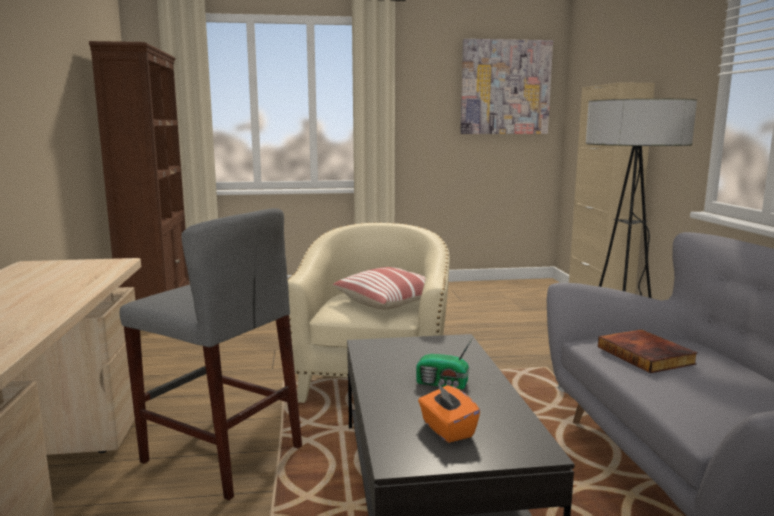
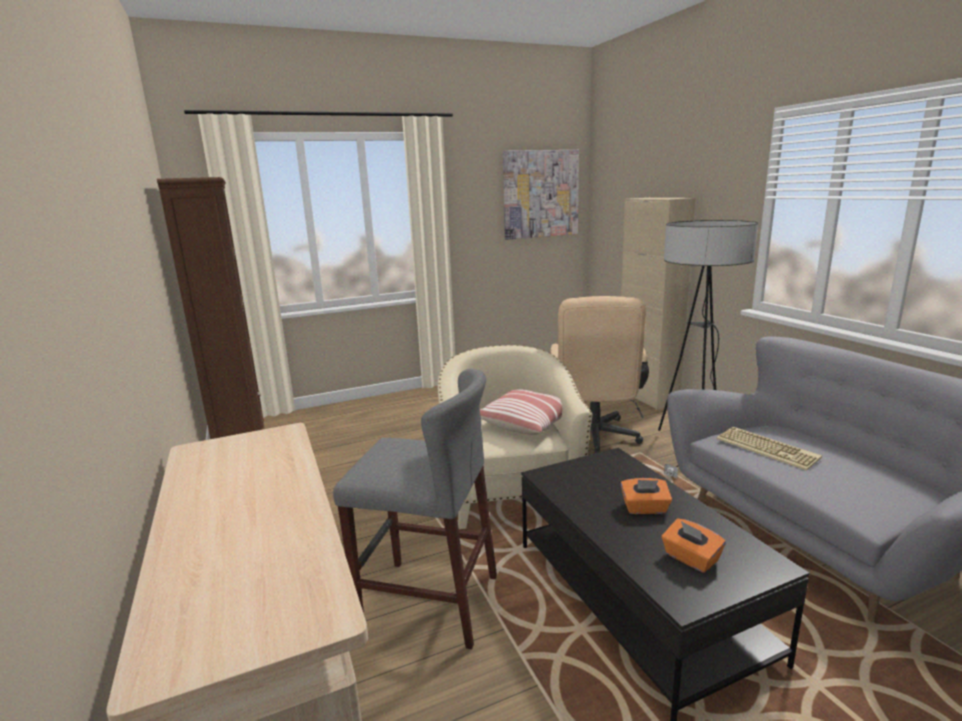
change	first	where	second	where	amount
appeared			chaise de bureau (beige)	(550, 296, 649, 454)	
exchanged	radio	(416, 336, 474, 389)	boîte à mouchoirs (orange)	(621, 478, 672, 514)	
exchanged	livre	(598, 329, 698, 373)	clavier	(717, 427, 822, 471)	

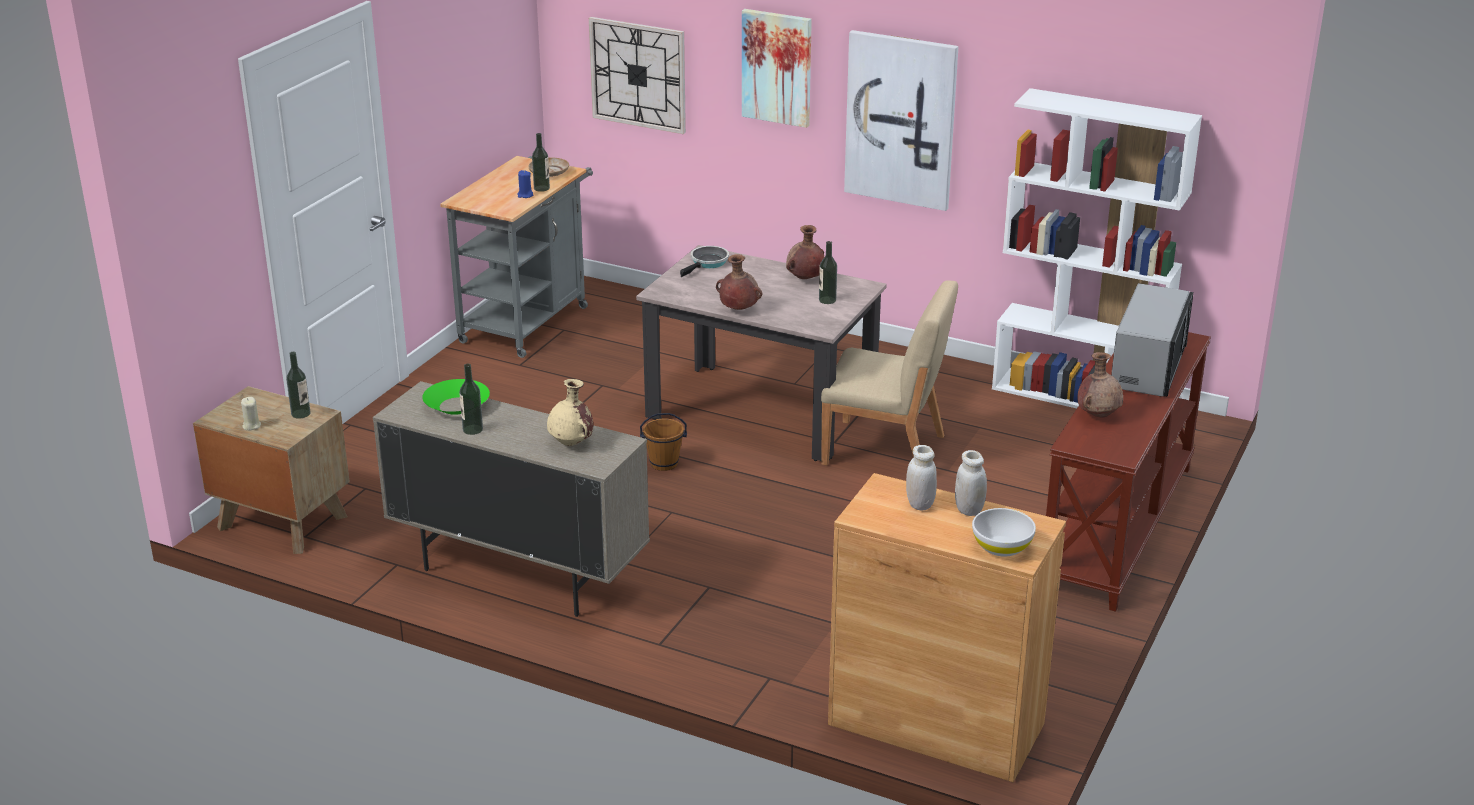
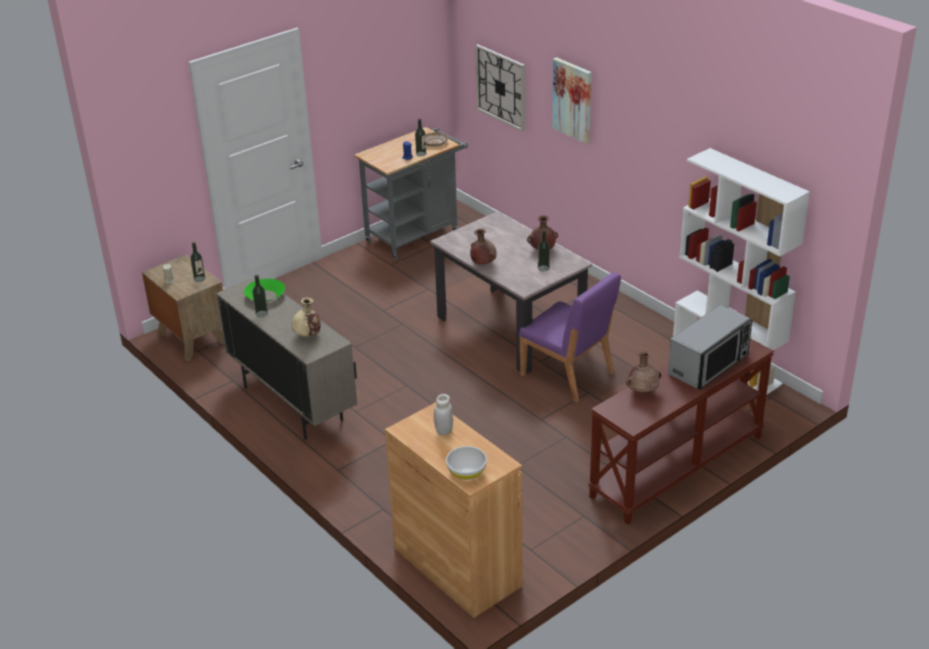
change	first	where	second	where	amount
missing	seau (marron)	(640, 413, 687, 471)			
missing	poêle	(680, 246, 729, 277)			
missing	tableau	(844, 30, 958, 211)			
missing	bocal (blanc)	(955, 450, 987, 516)			
colour	chaise (beige)	(821, 280, 958, 465)	chaise (violet)	(519, 272, 621, 402)	

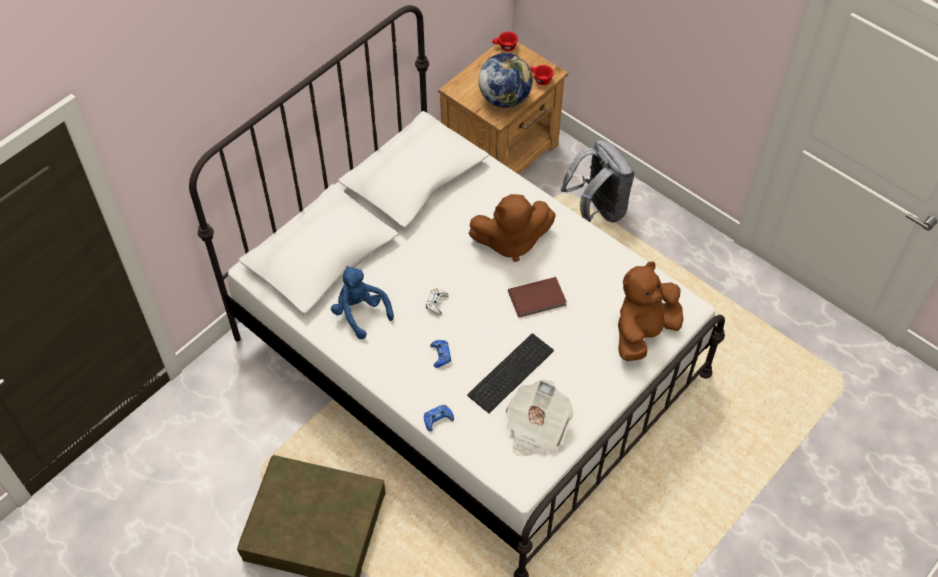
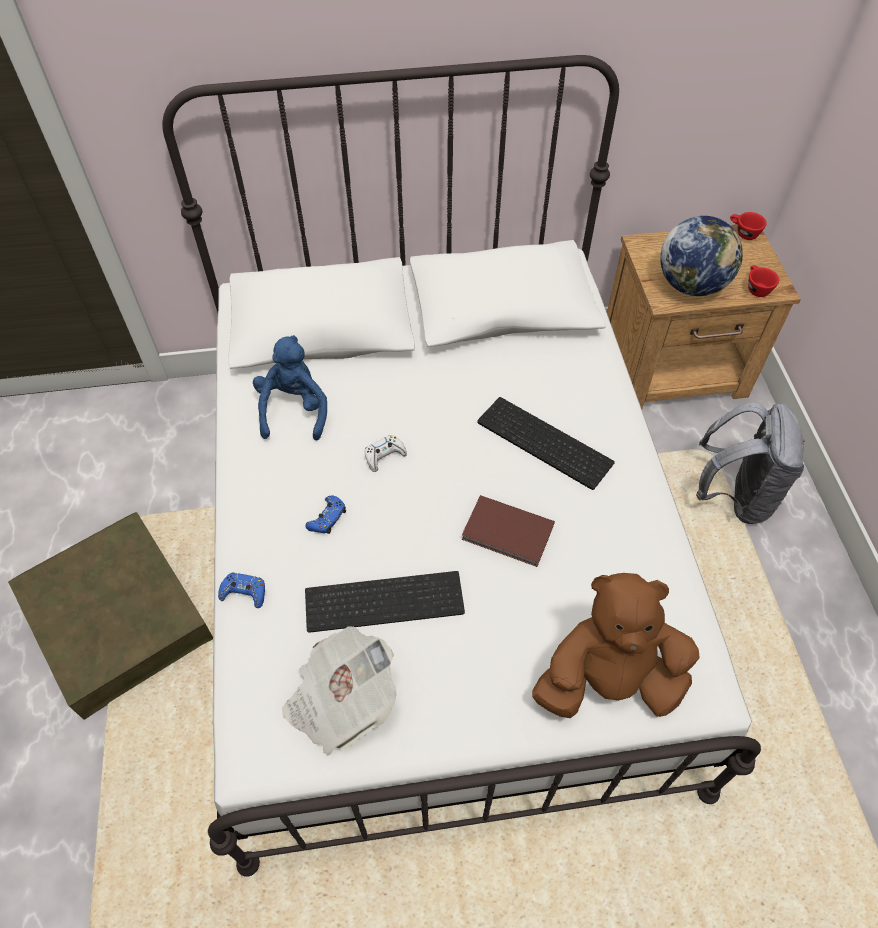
change	first	where	second	where	amount
exchanged	peluche (marron)	(469, 194, 556, 262)	clavier	(477, 397, 615, 490)	

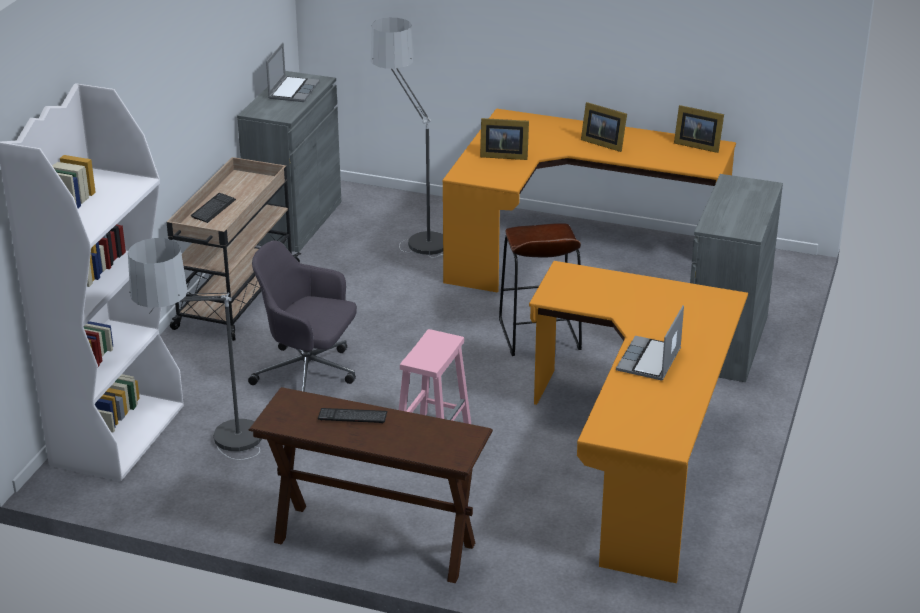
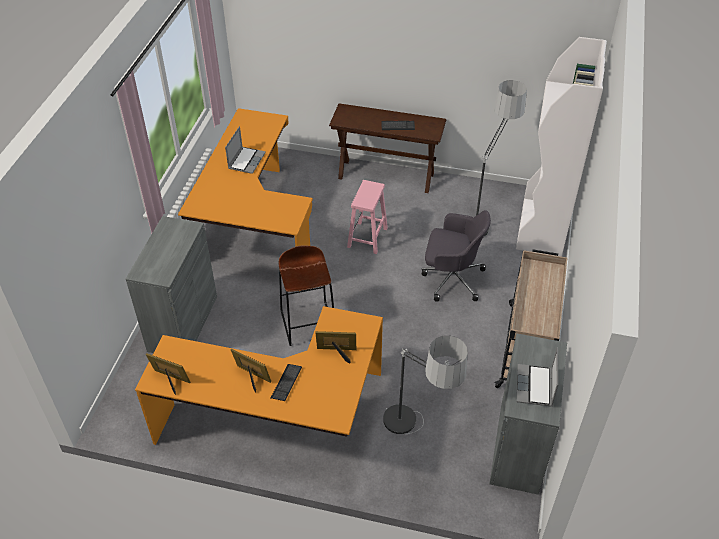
change	first	where	second	where	amount
relocated	clavier	(191, 193, 236, 223)		(271, 364, 302, 401)	

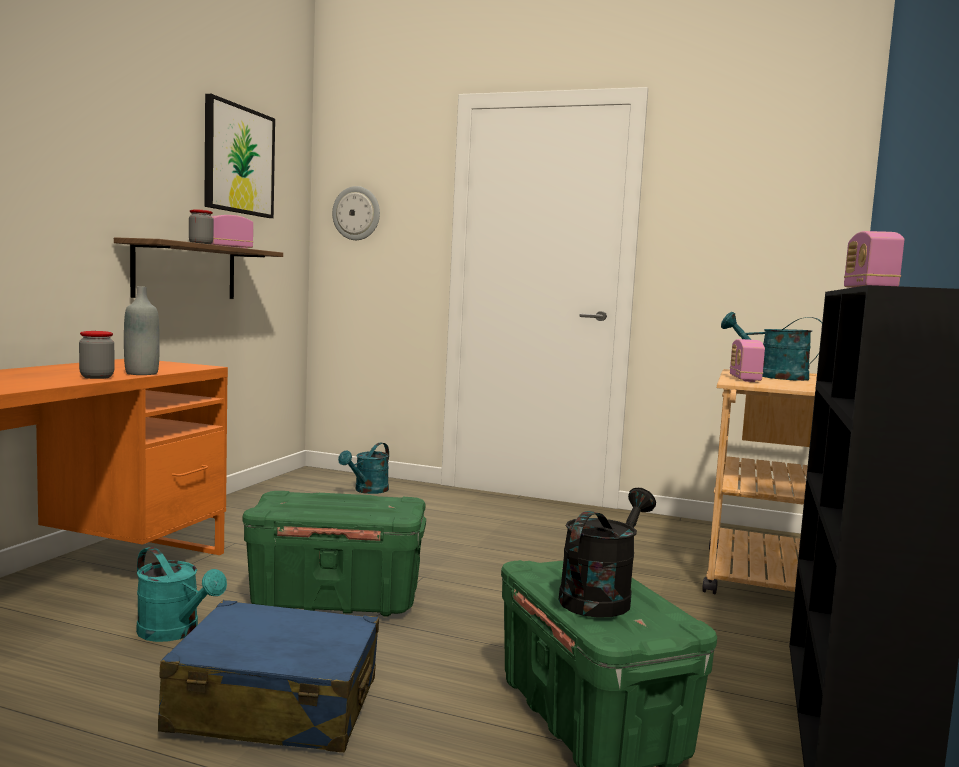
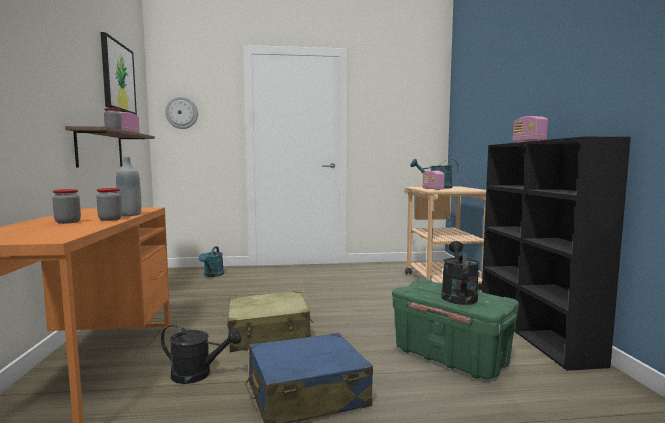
change	first	where	second	where	amount
appeared			bocal	(52, 189, 81, 224)	
exchanged	boîte de rangement (vert)	(243, 491, 426, 617)	valise (beige)	(227, 290, 313, 352)	
colour	arrosoir (turquoise)	(136, 547, 227, 642)	arrosoir (noir)	(161, 325, 241, 384)	

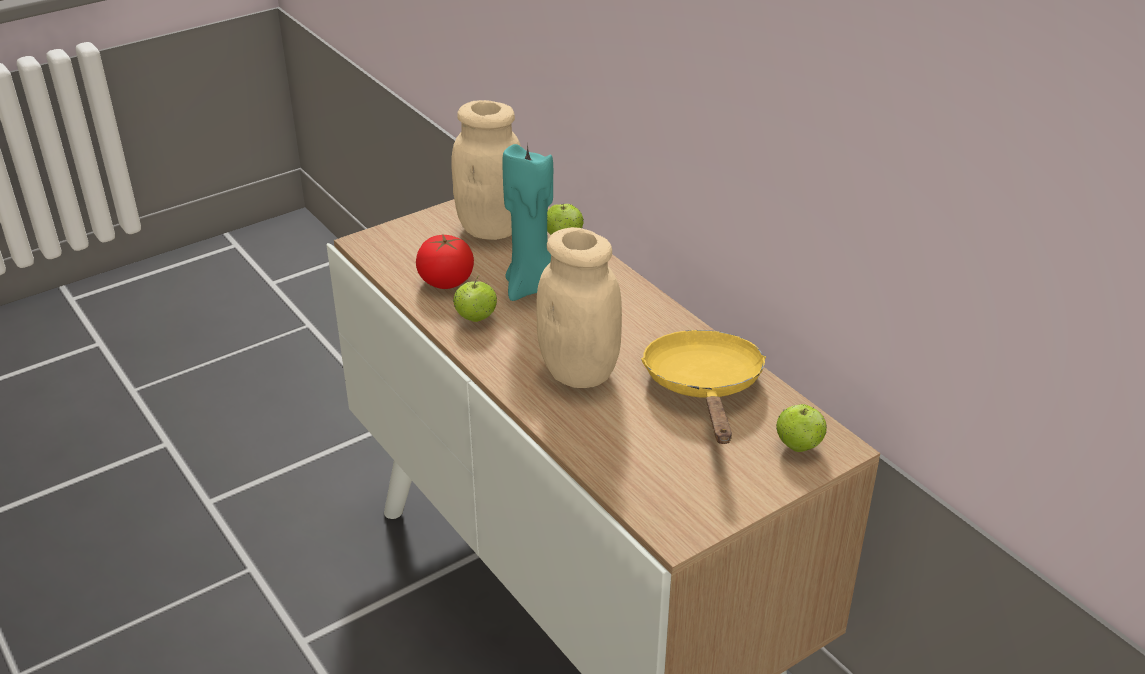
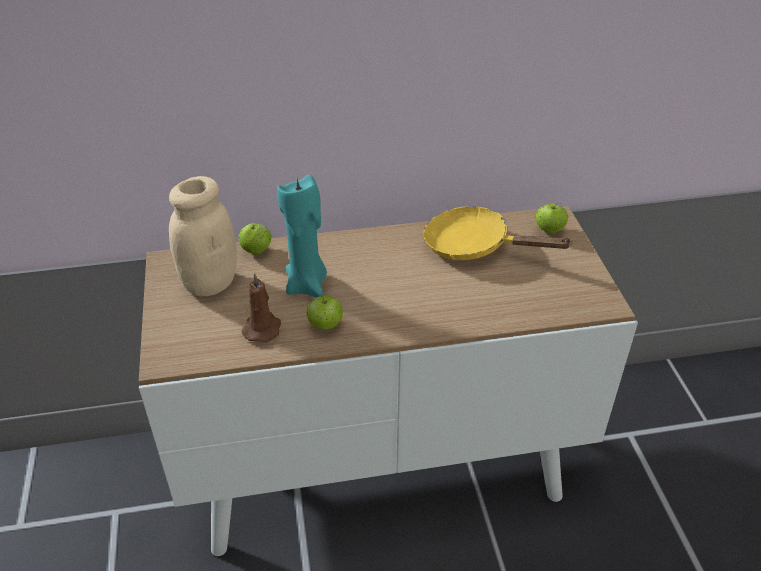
change	first	where	second	where	amount
missing	bocal (beige)	(537, 227, 622, 388)			
exchanged	tomate	(416, 235, 474, 289)	bougie (marron)	(242, 273, 281, 342)	

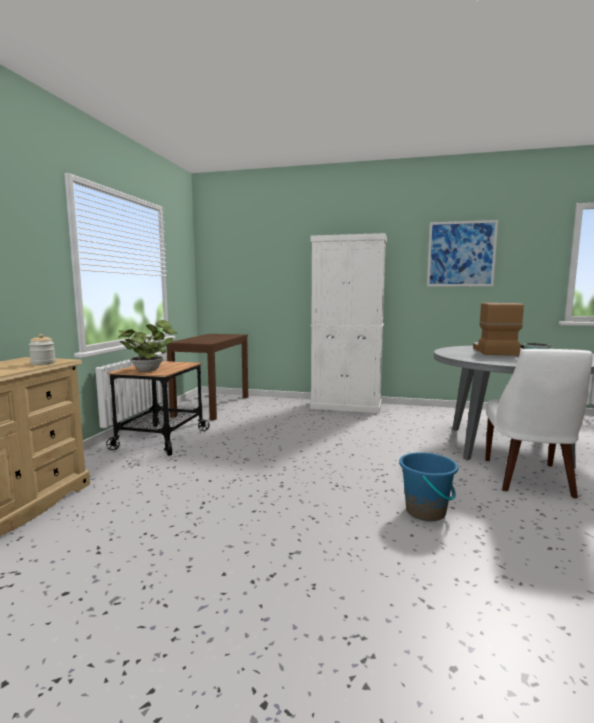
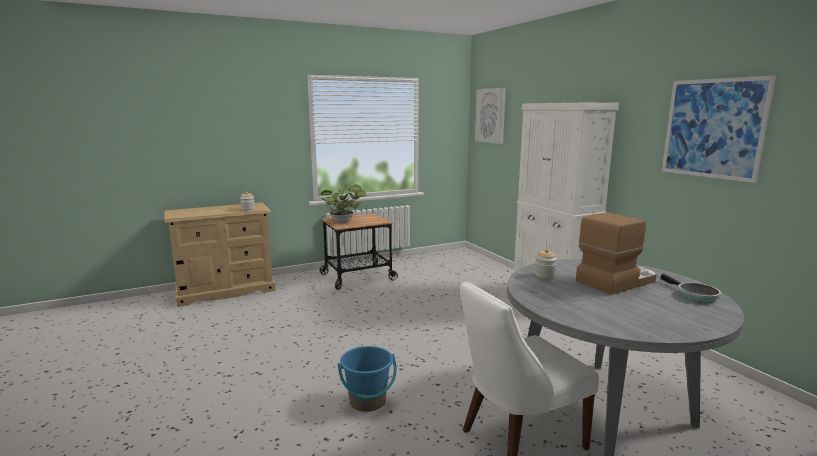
change	first	where	second	where	amount
missing	table console (marron)	(167, 334, 248, 421)			
appeared			tableau	(475, 88, 506, 144)	
appeared			bocal	(534, 249, 557, 279)	

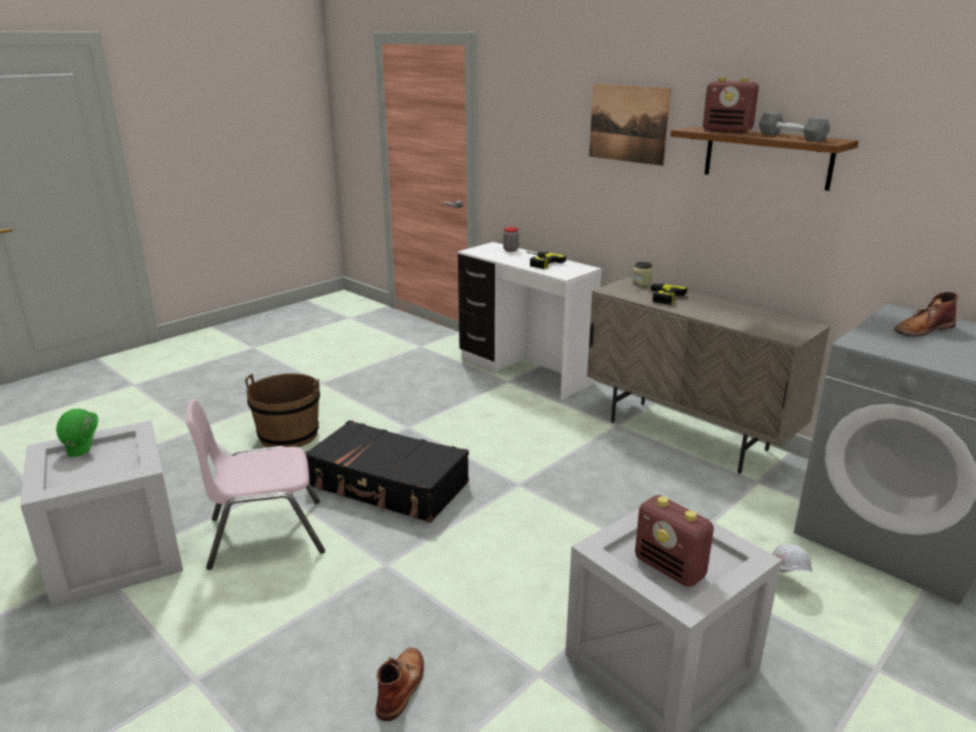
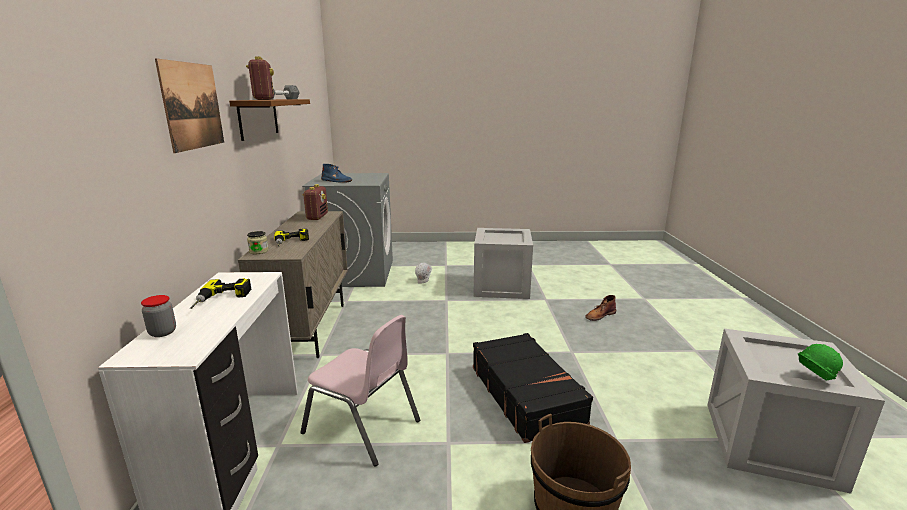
change	first	where	second	where	amount
relocated	chaise (rose)	(186, 399, 325, 570)		(300, 315, 420, 466)	
relocated	radio	(635, 495, 714, 587)		(303, 184, 328, 220)	
colour	botte (marron)	(894, 292, 959, 337)	botte (bleu)	(321, 164, 352, 183)	

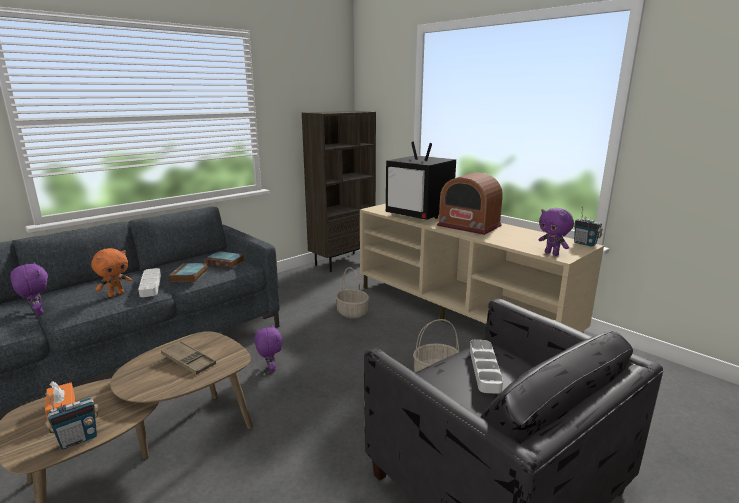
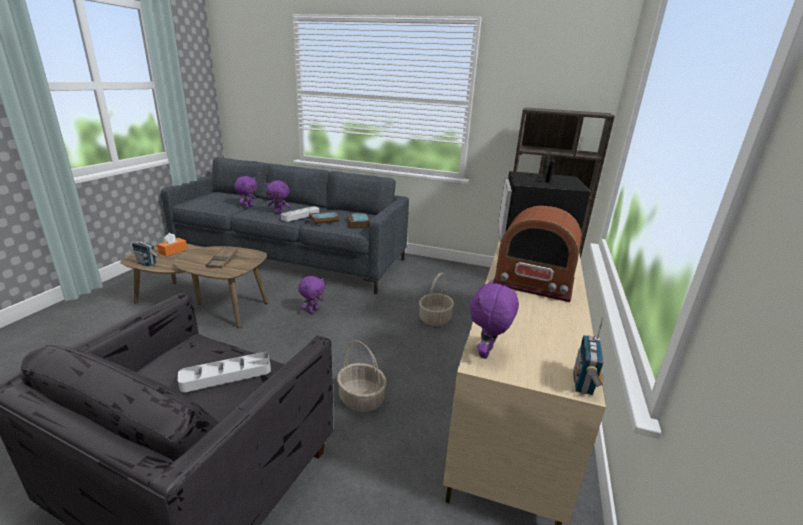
change	first	where	second	where	amount
colour	peluche (orange)	(91, 248, 132, 297)	peluche (violet)	(266, 180, 290, 213)	
spun	radio	(437, 173, 503, 235)		(492, 206, 581, 302)	75 degrees counterclockwise

